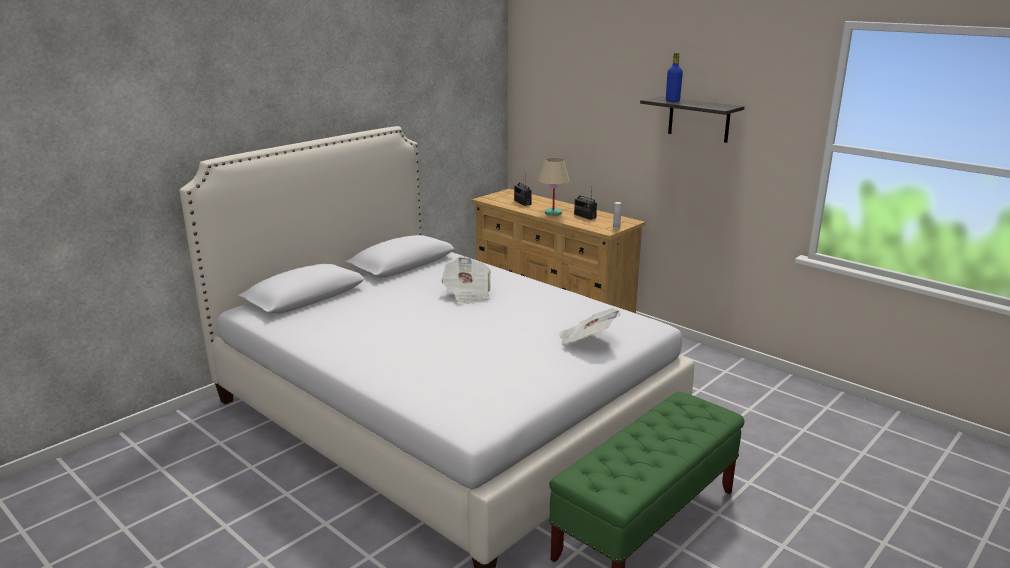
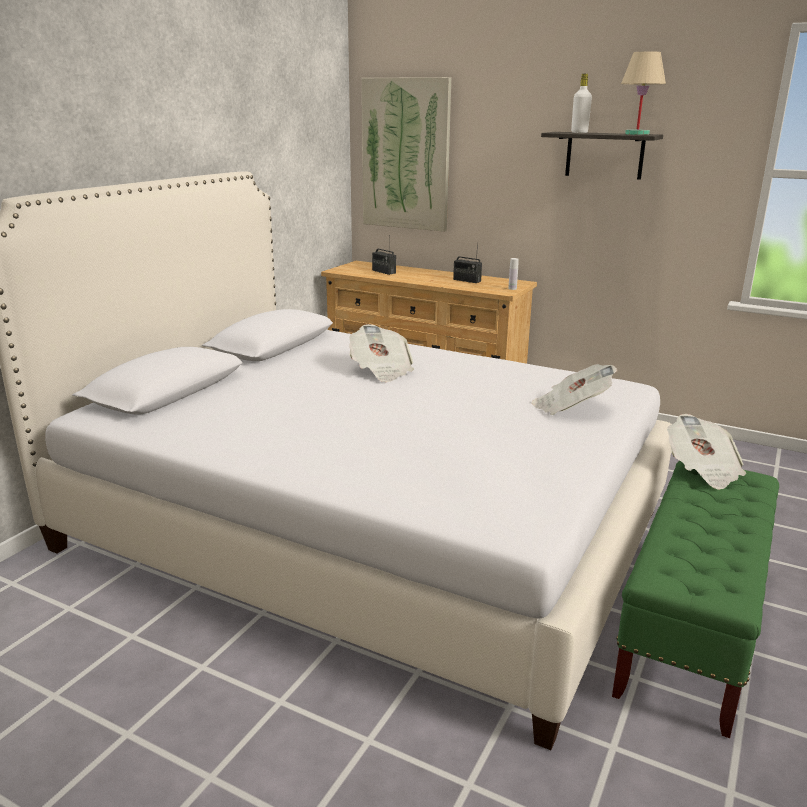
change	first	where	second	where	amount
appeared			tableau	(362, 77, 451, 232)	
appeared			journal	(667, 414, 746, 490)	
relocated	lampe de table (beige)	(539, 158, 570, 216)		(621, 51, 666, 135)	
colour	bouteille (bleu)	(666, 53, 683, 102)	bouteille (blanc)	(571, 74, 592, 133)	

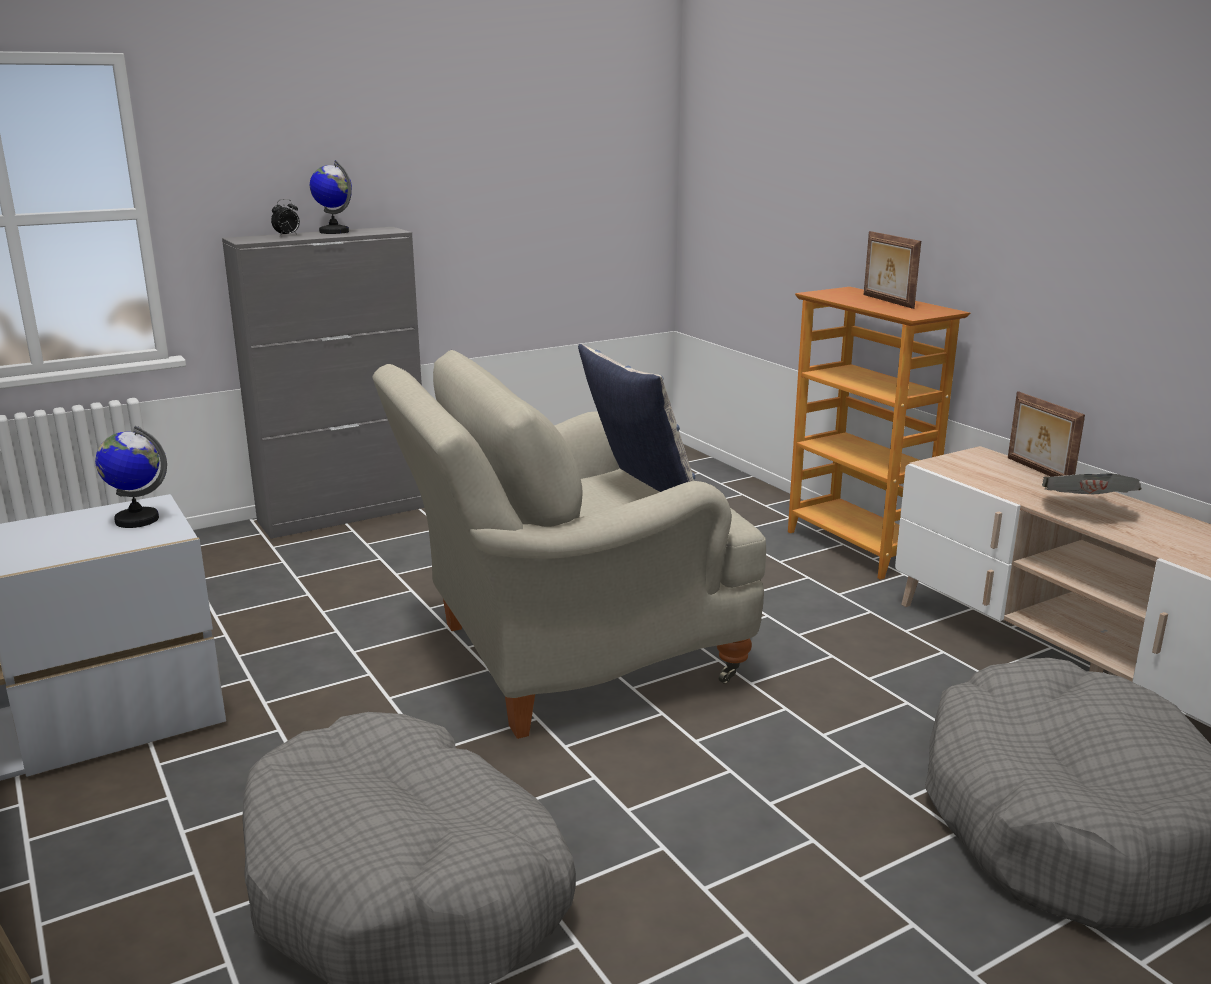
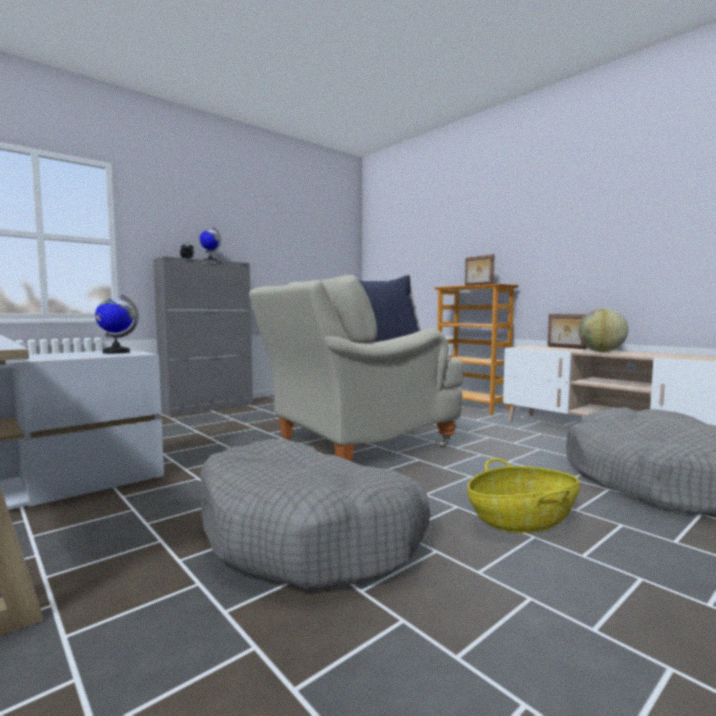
change	first	where	second	where	amount
appeared			panier	(467, 458, 580, 533)	
exchanged	journal	(1042, 473, 1142, 494)	globe	(578, 308, 628, 352)	

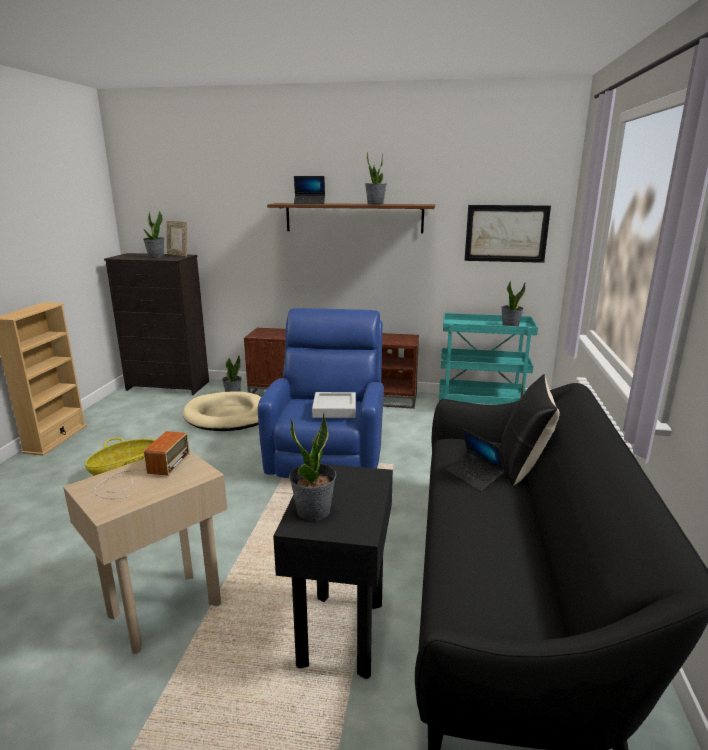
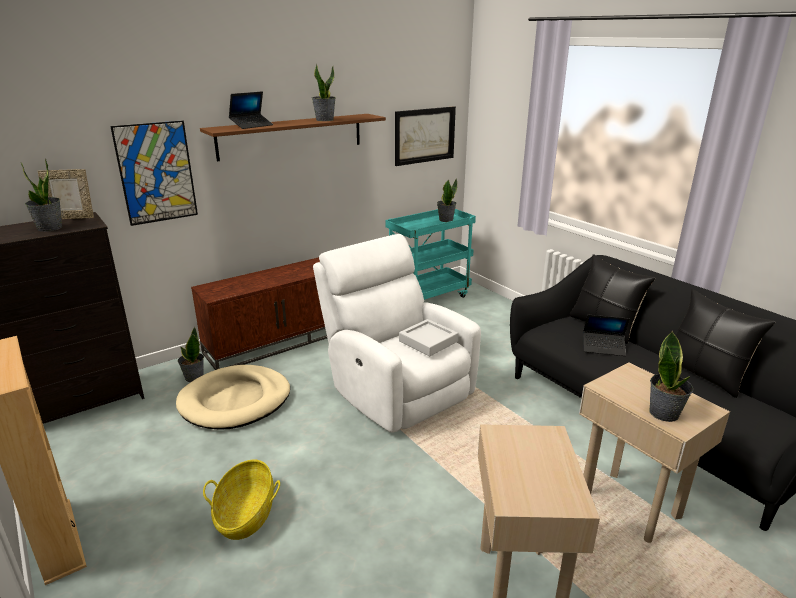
change	first	where	second	where	amount
missing	radio	(94, 431, 189, 499)			
appeared			tableau	(110, 121, 198, 226)	
appeared			coussin (noir)	(675, 289, 775, 398)	
colour	fauteuil (bleu)	(258, 308, 384, 478)	fauteuil (blanc)	(313, 234, 481, 432)	
colour	table d'appoint (noir)	(273, 464, 393, 679)	table d'appoint (beige)	(579, 362, 730, 543)	

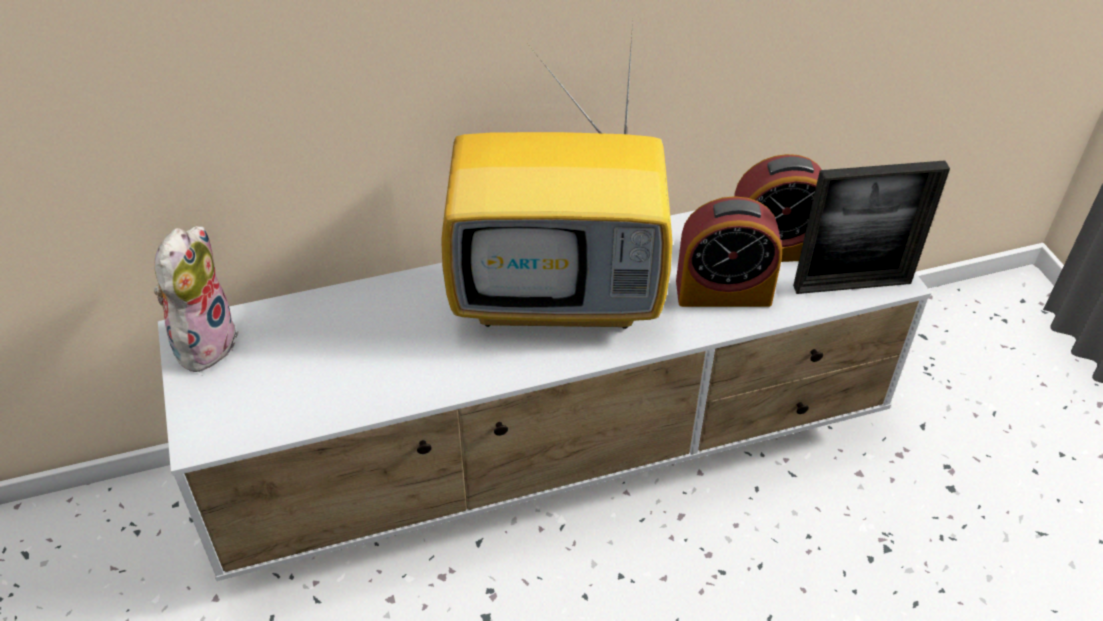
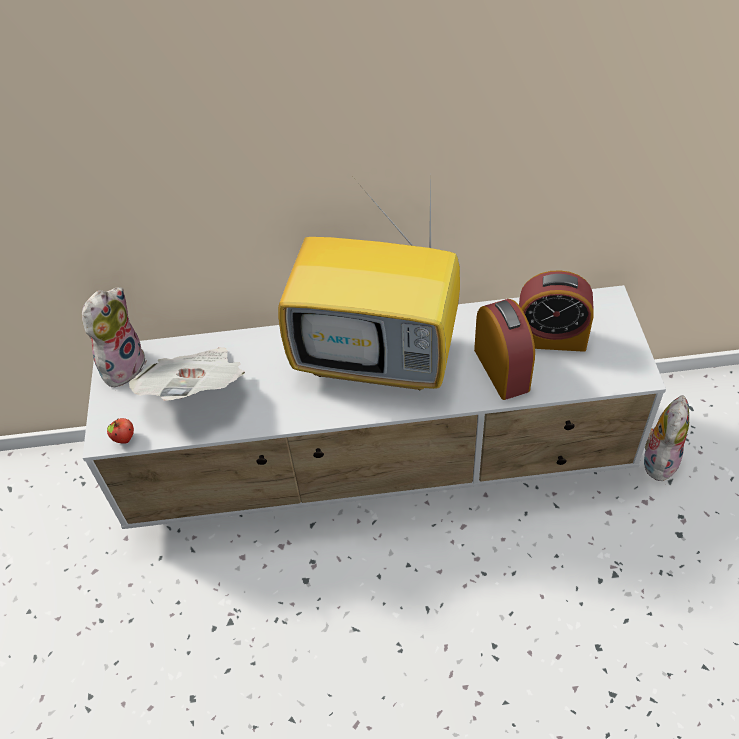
change	first	where	second	where	amount
missing	cadre photo	(793, 160, 950, 294)			
appeared			pomme	(107, 418, 134, 443)	
appeared			journal	(129, 347, 245, 401)	
appeared			peluche	(644, 395, 689, 481)	
spun	réveil	(676, 196, 782, 307)		(474, 299, 535, 400)	120 degrees counterclockwise

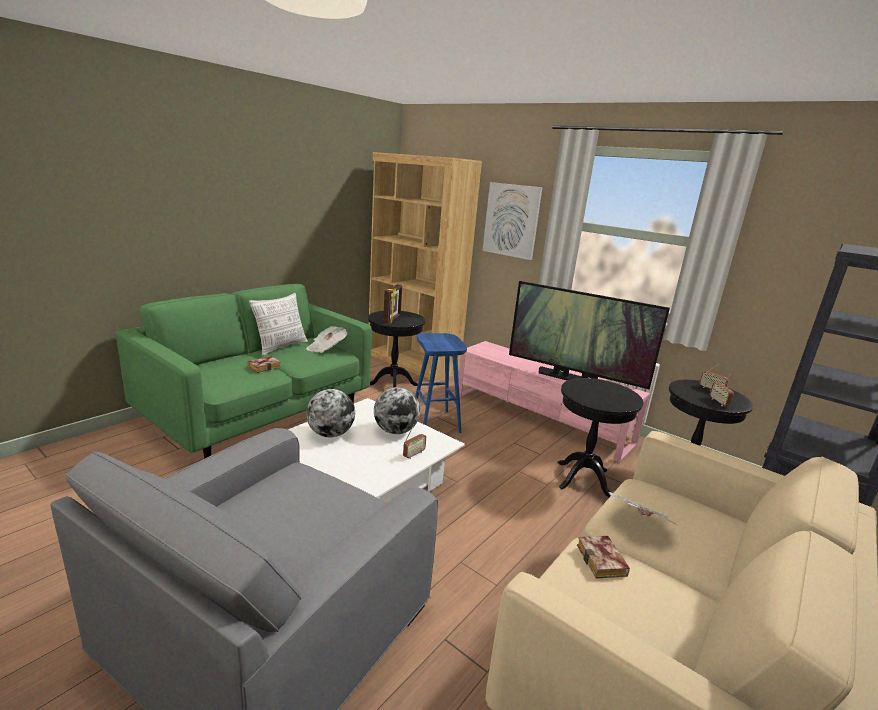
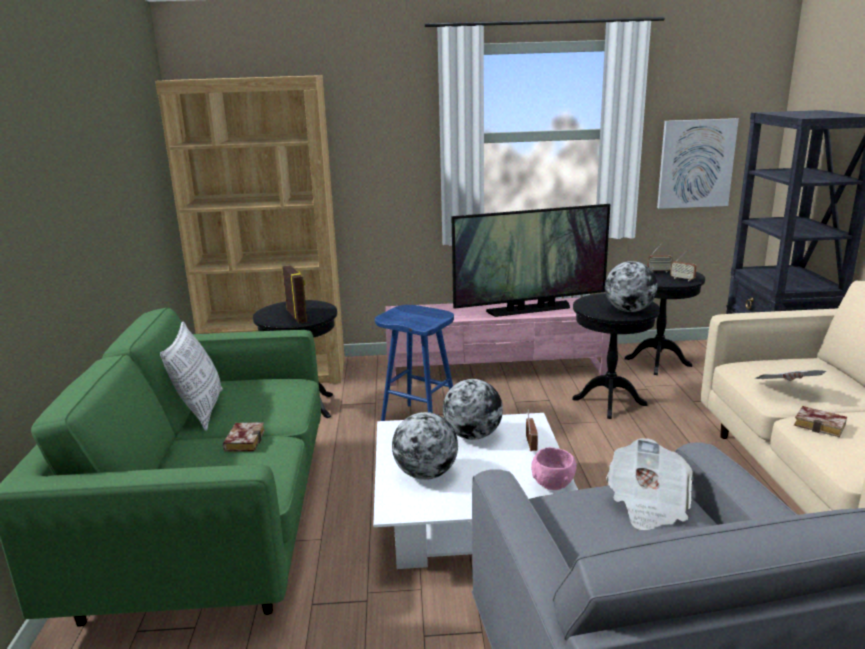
change	first	where	second	where	amount
appeared			bol (rose)	(531, 447, 577, 490)	
appeared			globe	(605, 261, 657, 312)	
relocated	journal	(306, 326, 347, 353)		(606, 438, 693, 530)	
relocated	tableau	(482, 182, 543, 260)		(657, 118, 739, 209)	

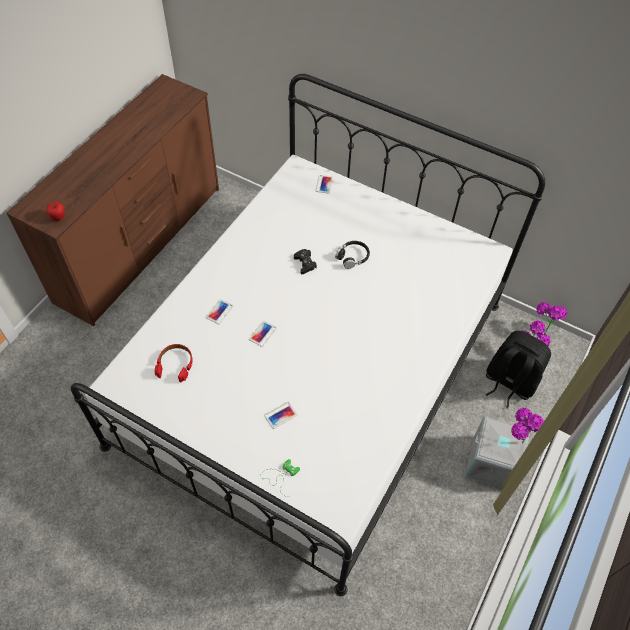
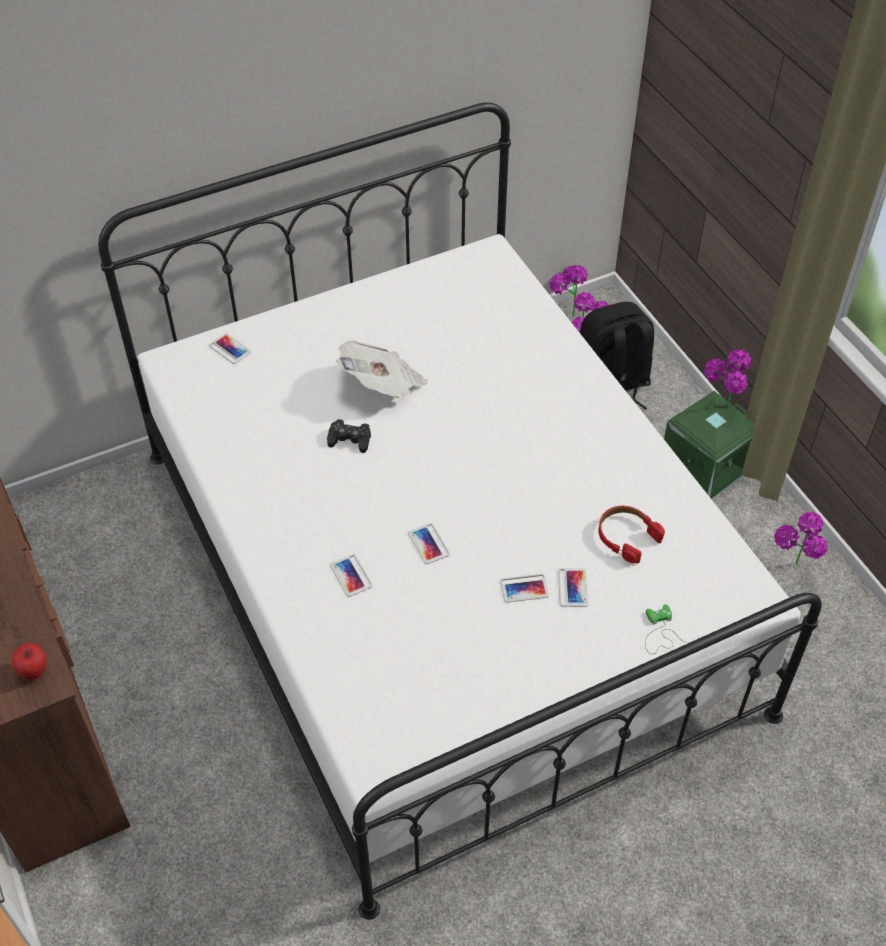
change	first	where	second	where	amount
appeared			téléphone	(500, 574, 550, 603)	
appeared			plante en pot	(774, 512, 828, 564)	
relocated	casque audio (rouge)	(155, 344, 193, 382)		(598, 506, 665, 564)	
exchanged	casque audio (noir)	(335, 241, 370, 269)	journal	(336, 340, 427, 398)	
colour	boîte de rangement (gris)	(465, 417, 530, 487)	boîte de rangement (vert)	(664, 391, 755, 499)	

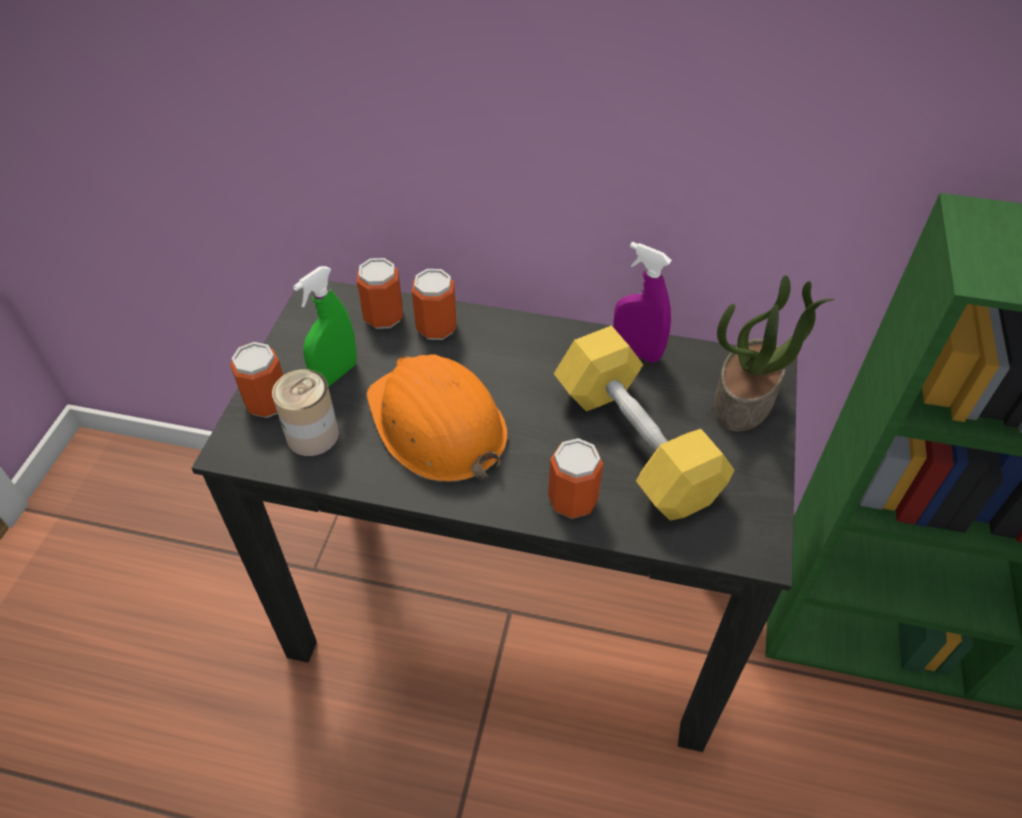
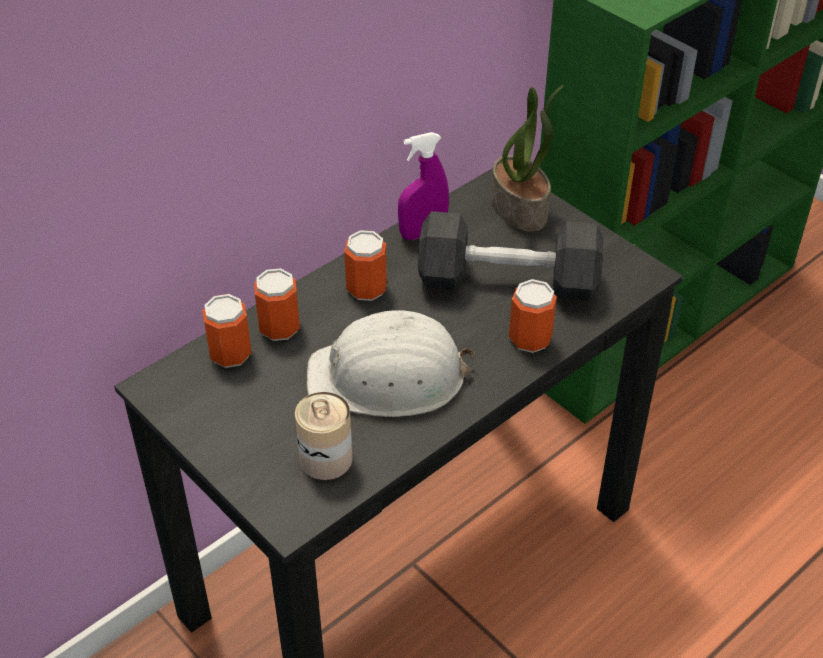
change	first	where	second	where	amount
missing	vaporisateur (vert)	(293, 266, 357, 387)			
relocated	boîte métallique	(230, 342, 283, 418)		(344, 230, 387, 301)	
colour	casque de chantier (orange)	(367, 354, 507, 482)	casque de chantier (blanc)	(307, 310, 475, 417)	
colour	haltère (jaune)	(554, 325, 734, 521)	haltère (noir)	(418, 211, 604, 301)	

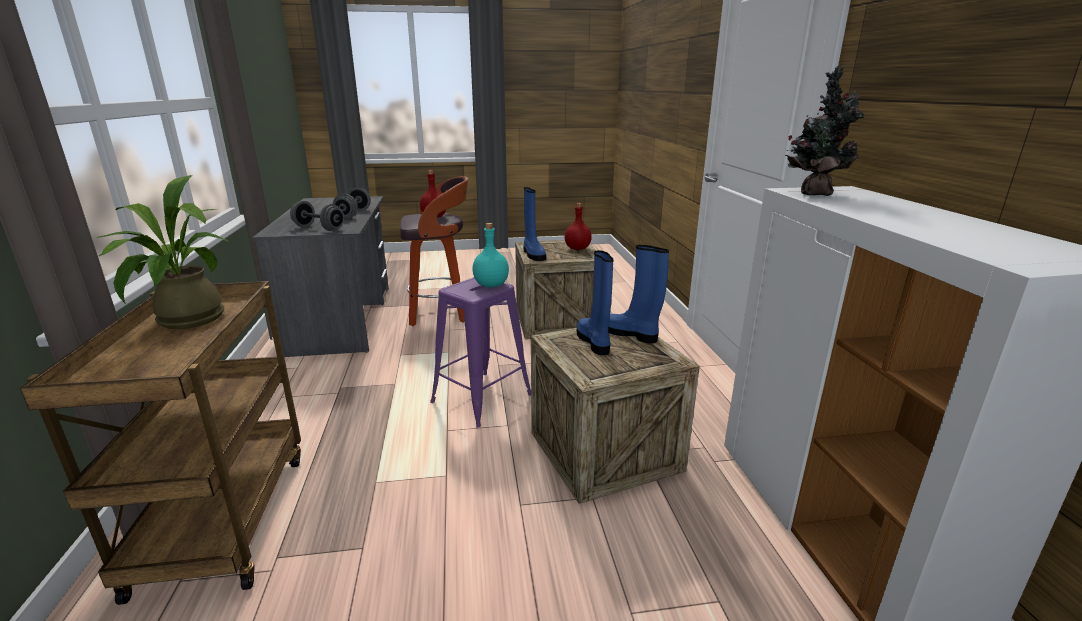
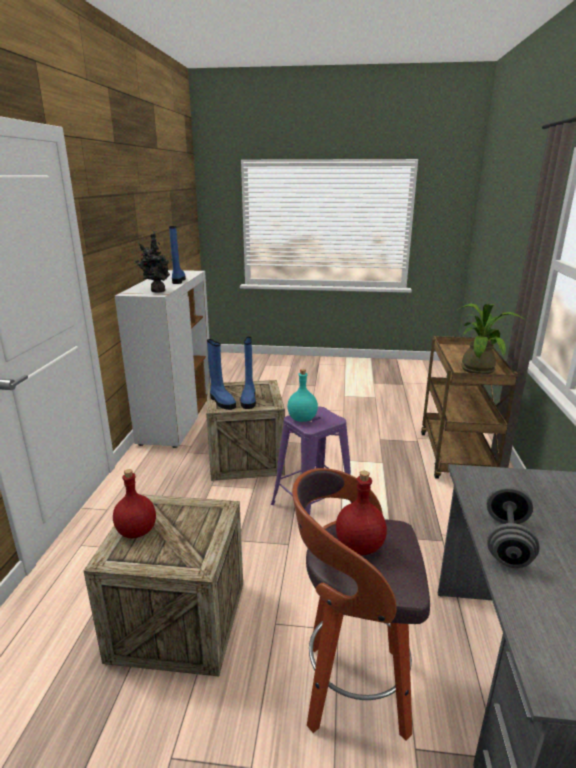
change	first	where	second	where	amount
missing	haltère (gris)	(290, 201, 345, 231)			
relocated	botte (bleu)	(523, 187, 546, 261)		(169, 226, 186, 284)	

